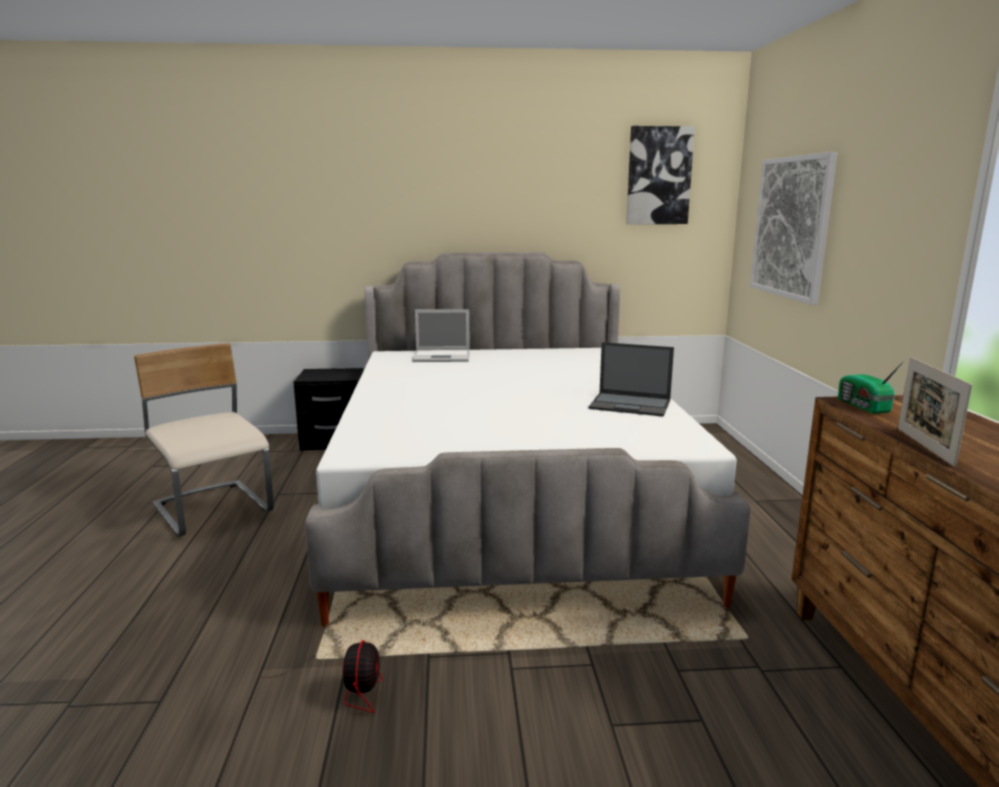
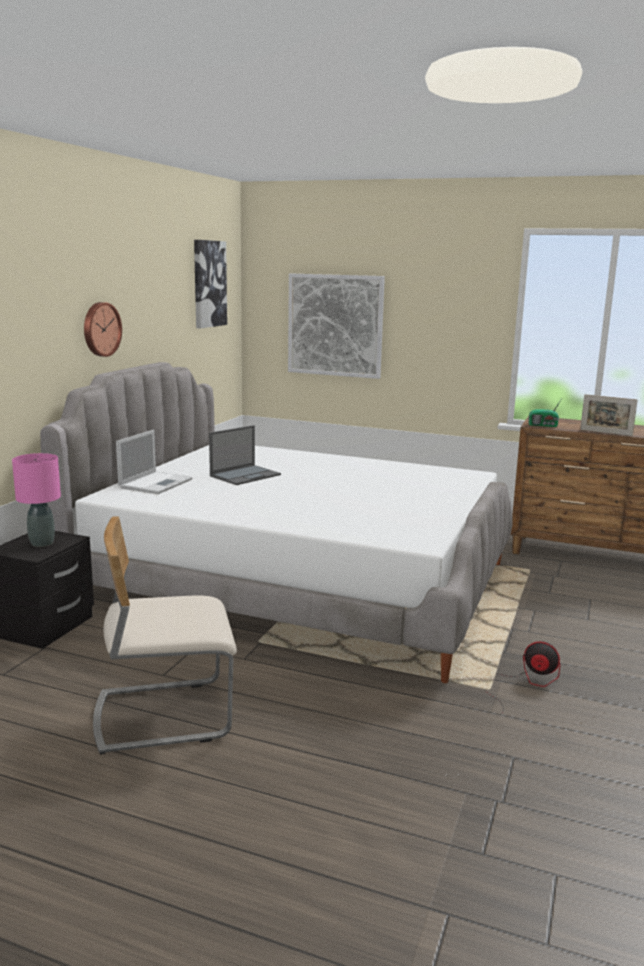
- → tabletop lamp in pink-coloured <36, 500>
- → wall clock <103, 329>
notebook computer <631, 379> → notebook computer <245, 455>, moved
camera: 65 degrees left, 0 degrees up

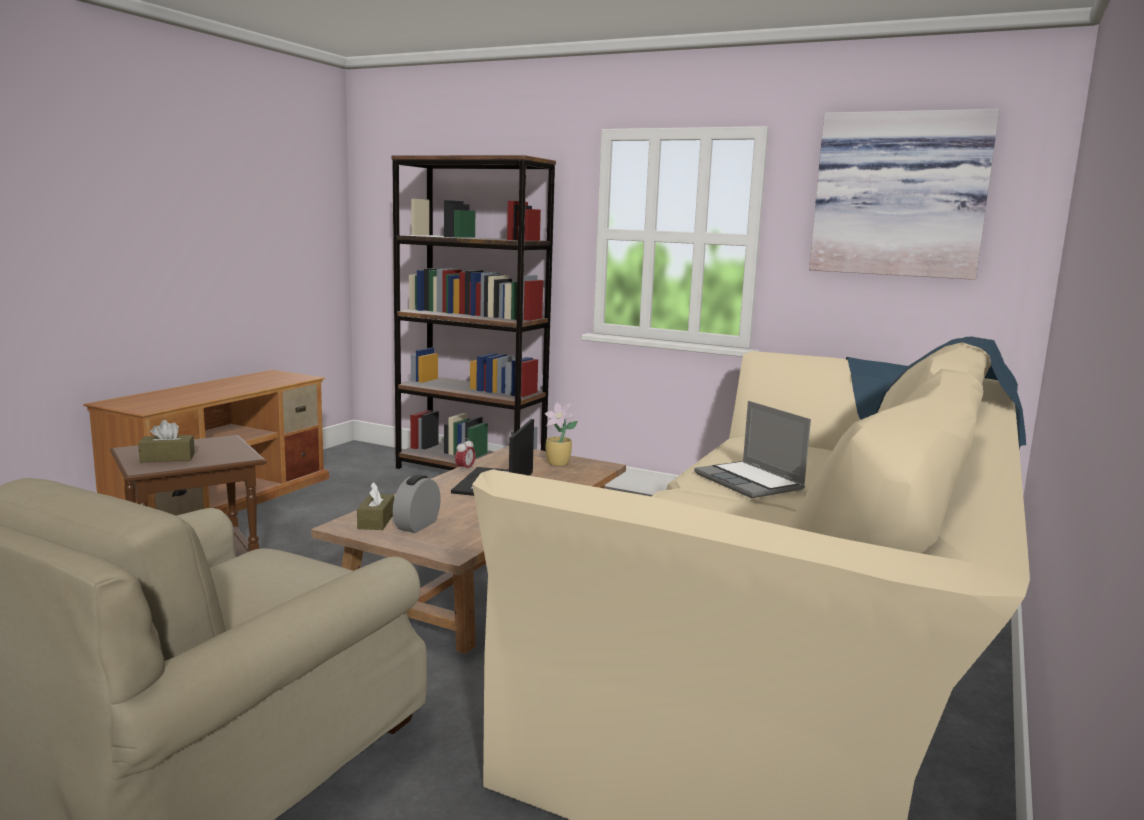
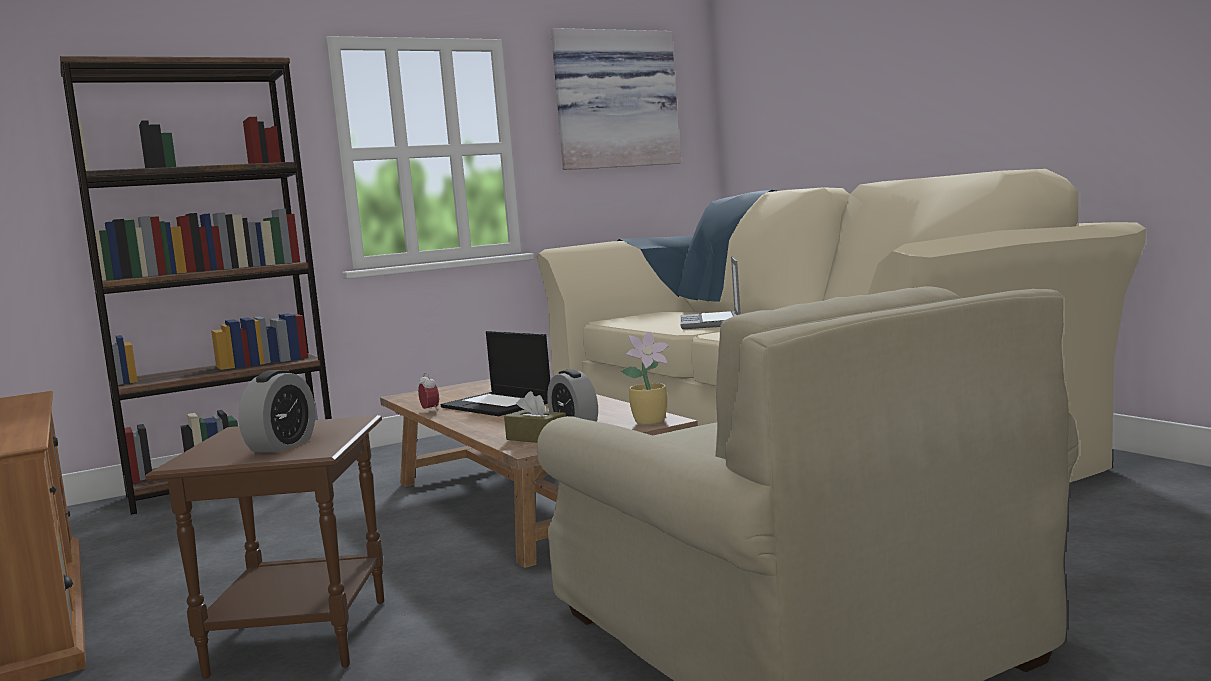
houseplant <561, 434> → houseplant <645, 378>, moved
tissue box in brown-coloured <166, 441> → alarm clock <276, 411>
notebook computer <752, 449> → notebook computer <710, 293>, 90 degrees clockwise
camera: 55 degrees left, 5 degrees down

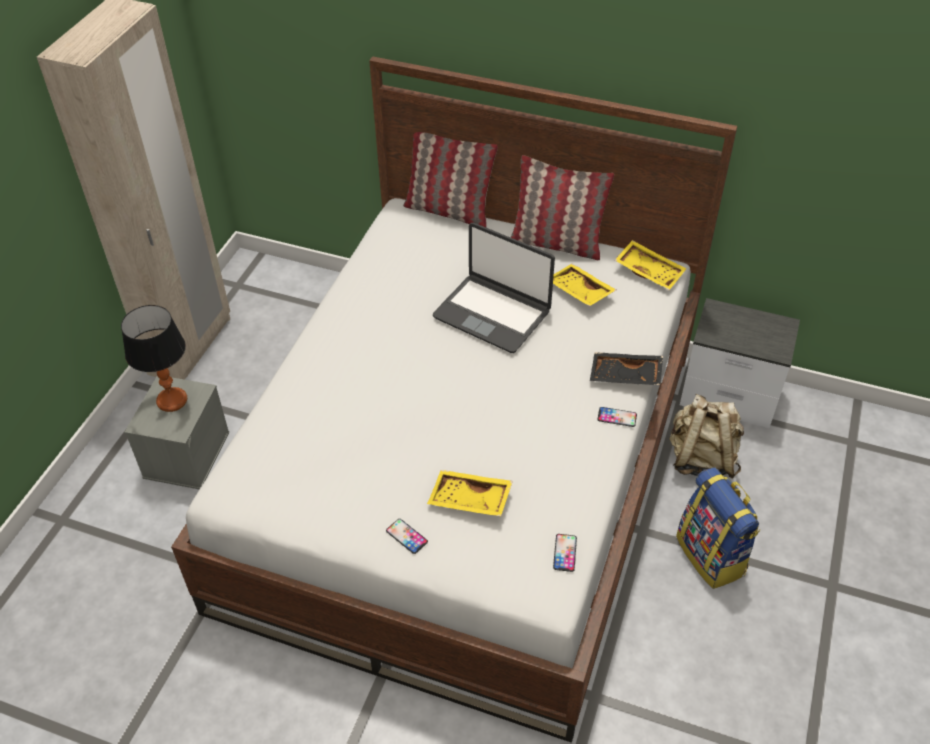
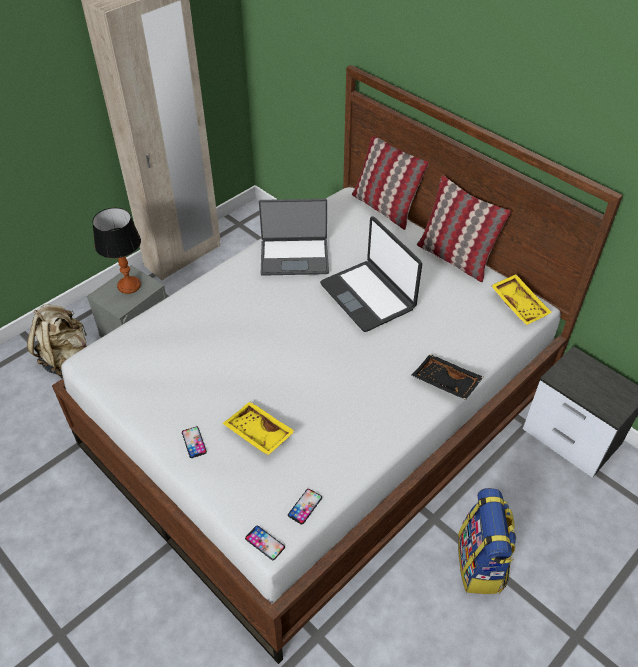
tray in yellow-coloured <584, 285> → -
- → notebook computer <294, 237>
phone <617, 417> → phone <265, 543>, moved
rucksack in beige <706, 436> → rucksack in beige <57, 341>, moved
camera: 25 degrees right, 0 degrees up

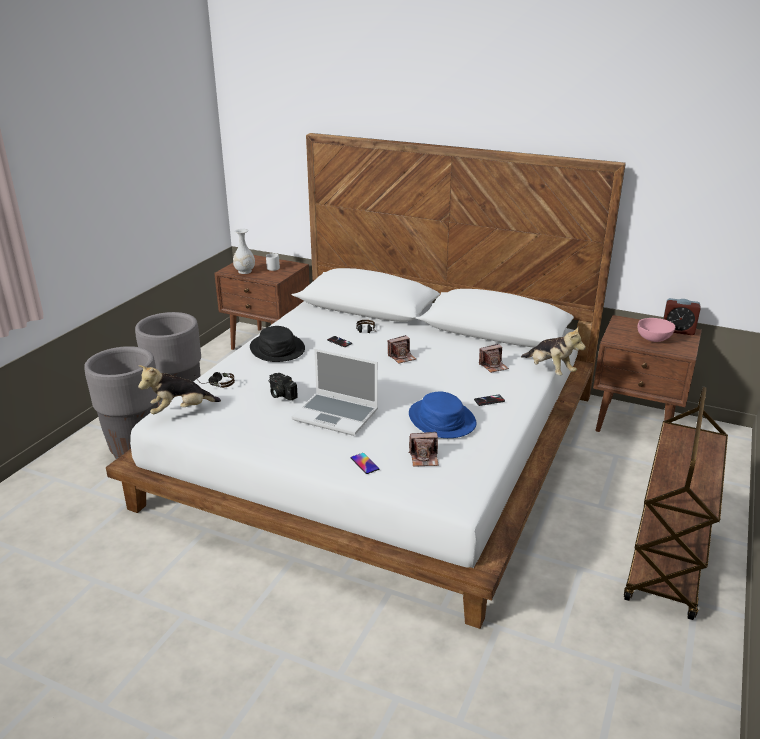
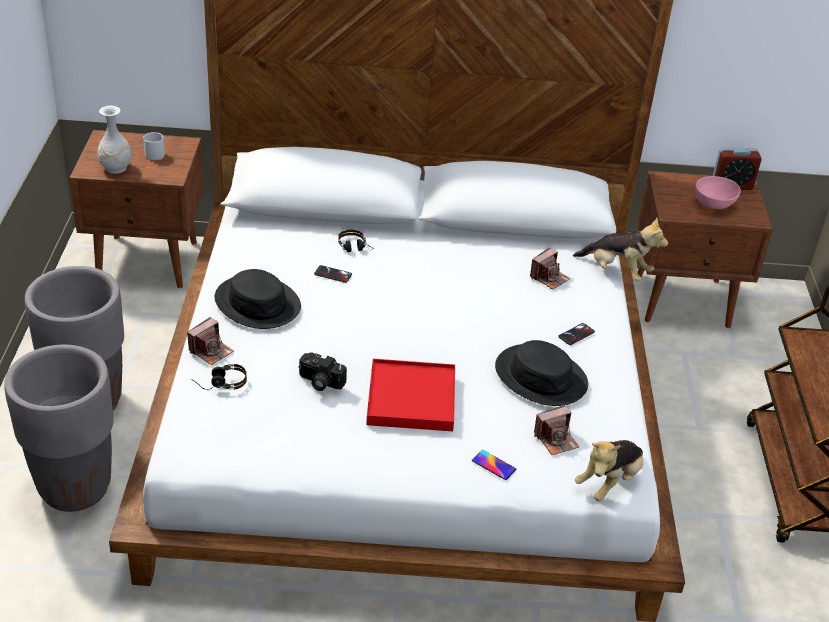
soft toy <179, 389> → soft toy <609, 471>, moved
still camera <402, 349> → still camera <210, 341>, moved
notebook computer <335, 392> → tray in red <410, 395>
hat in blue-coloured <442, 414> → hat in black <541, 373>
camera: 25 degrees left, 10 degrees up

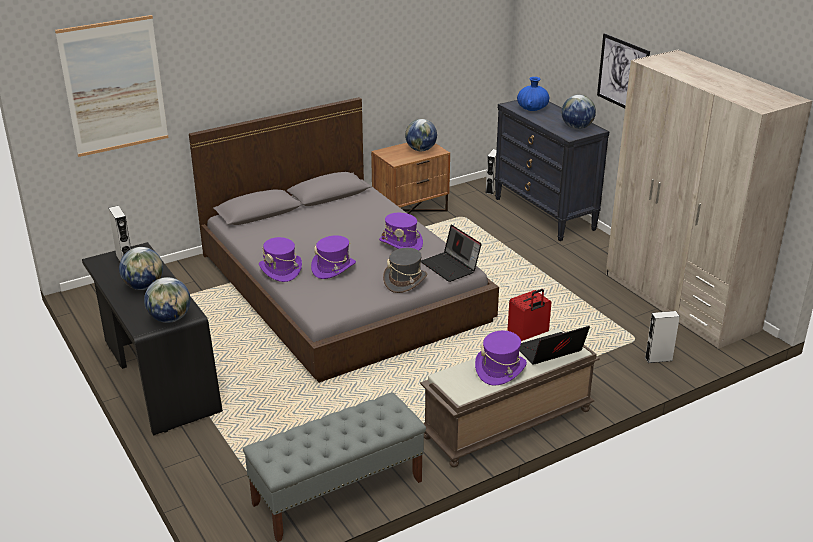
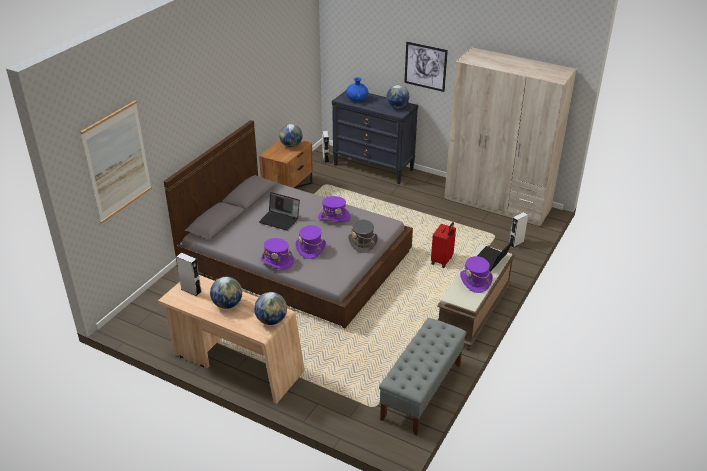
notebook computer <451, 253> → notebook computer <279, 211>, moved
desk table in black <152, 338> → desk table in beige <231, 339>
camera: 30 degrees left, 5 degrees up

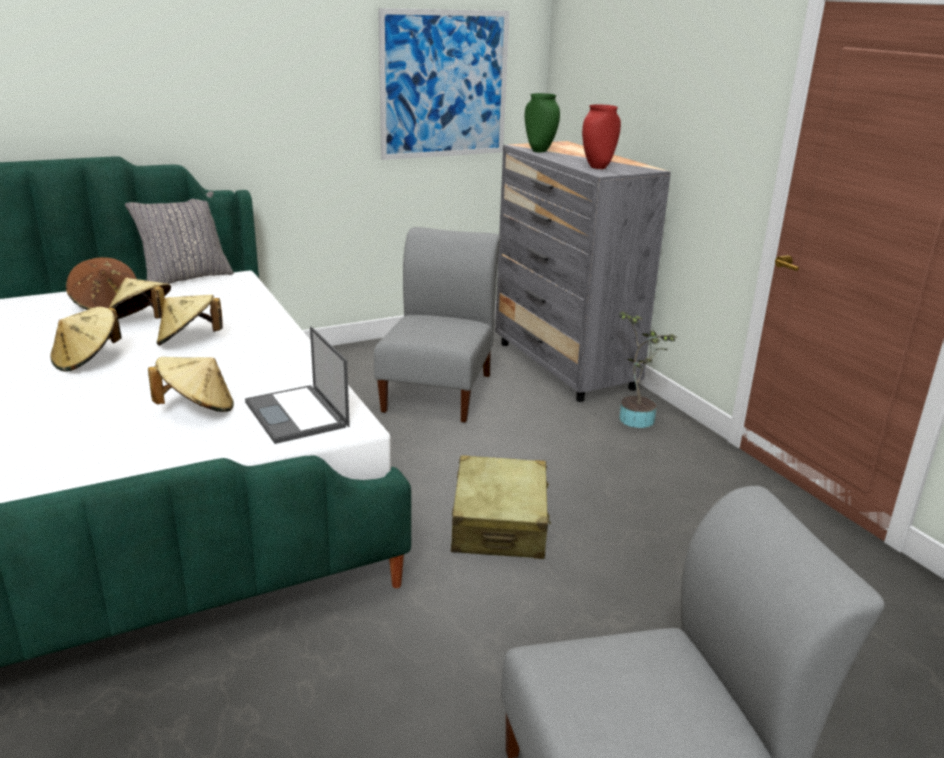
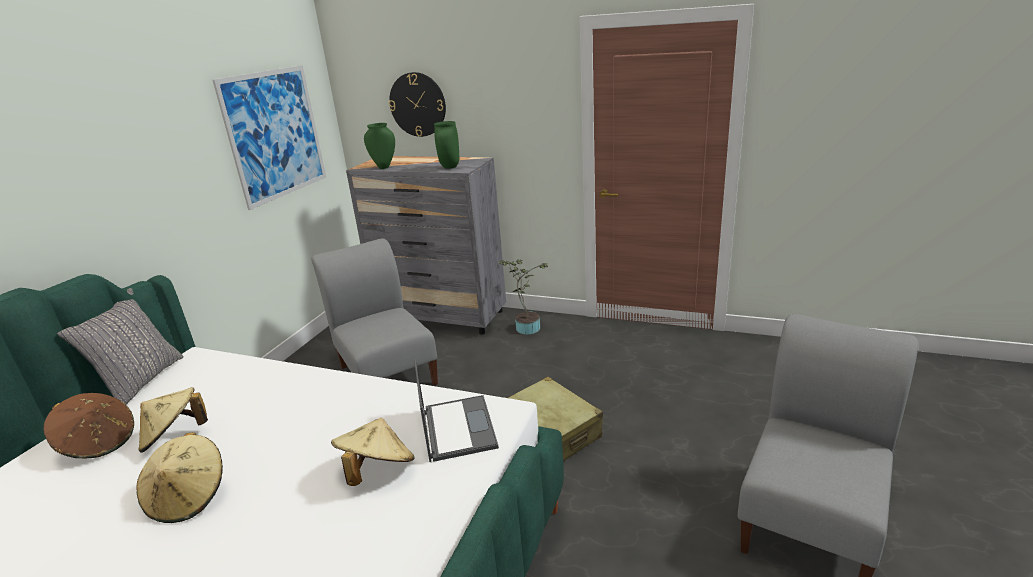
hat in beige <189, 320> → -
- → wall clock <417, 104>
decorative vase in red <601, 137> → decorative vase in green-coloured <446, 145>
notebook computer <297, 385> → notebook computer <456, 411>, 120 degrees counterclockwise
camera: 40 degrees left, 0 degrees up

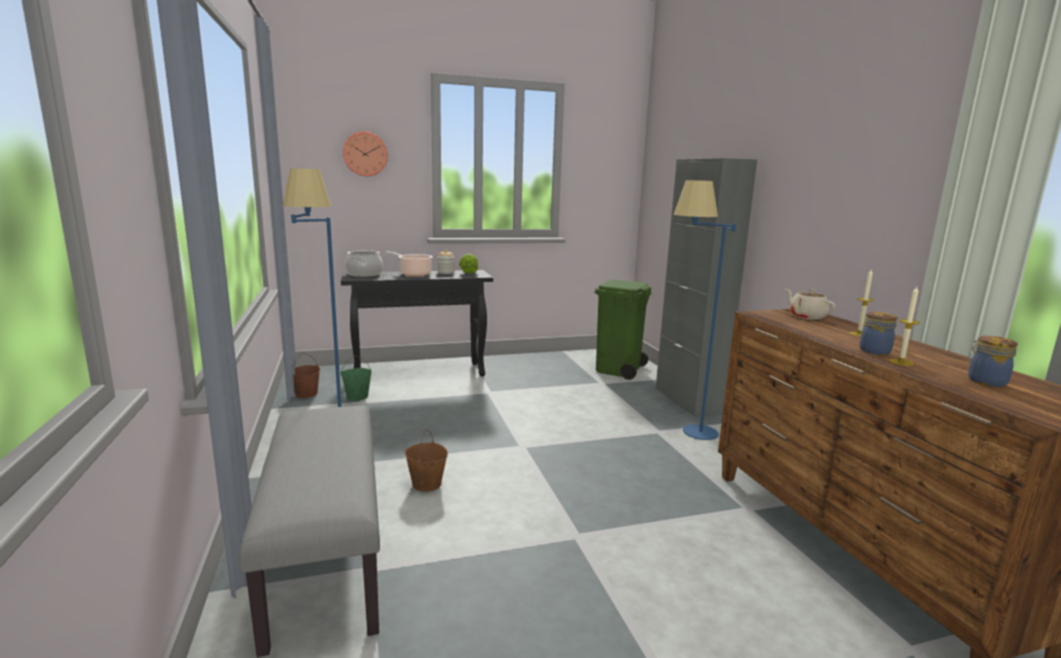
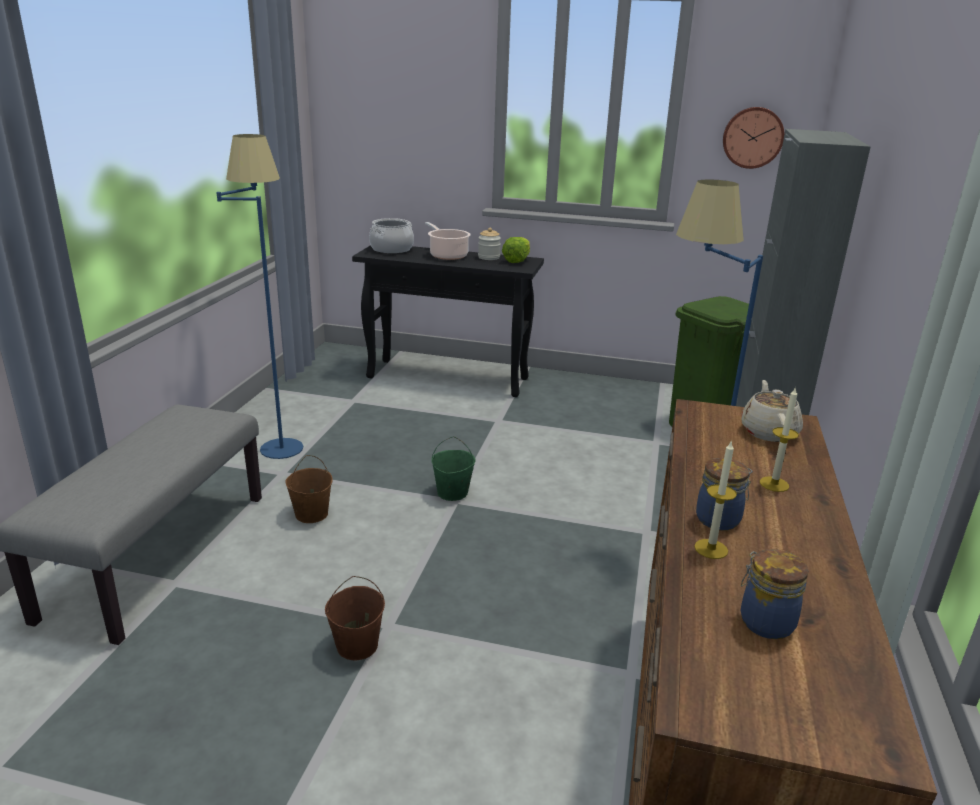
bucket in brown-coloured <306, 375> → bucket in brown-coloured <355, 618>, moved
bucket in green-coloured <356, 378> → bucket in green-coloured <453, 468>, moved
wall clock <365, 153> → wall clock <753, 138>, moved
camera: 30 degrees right, 10 degrees up

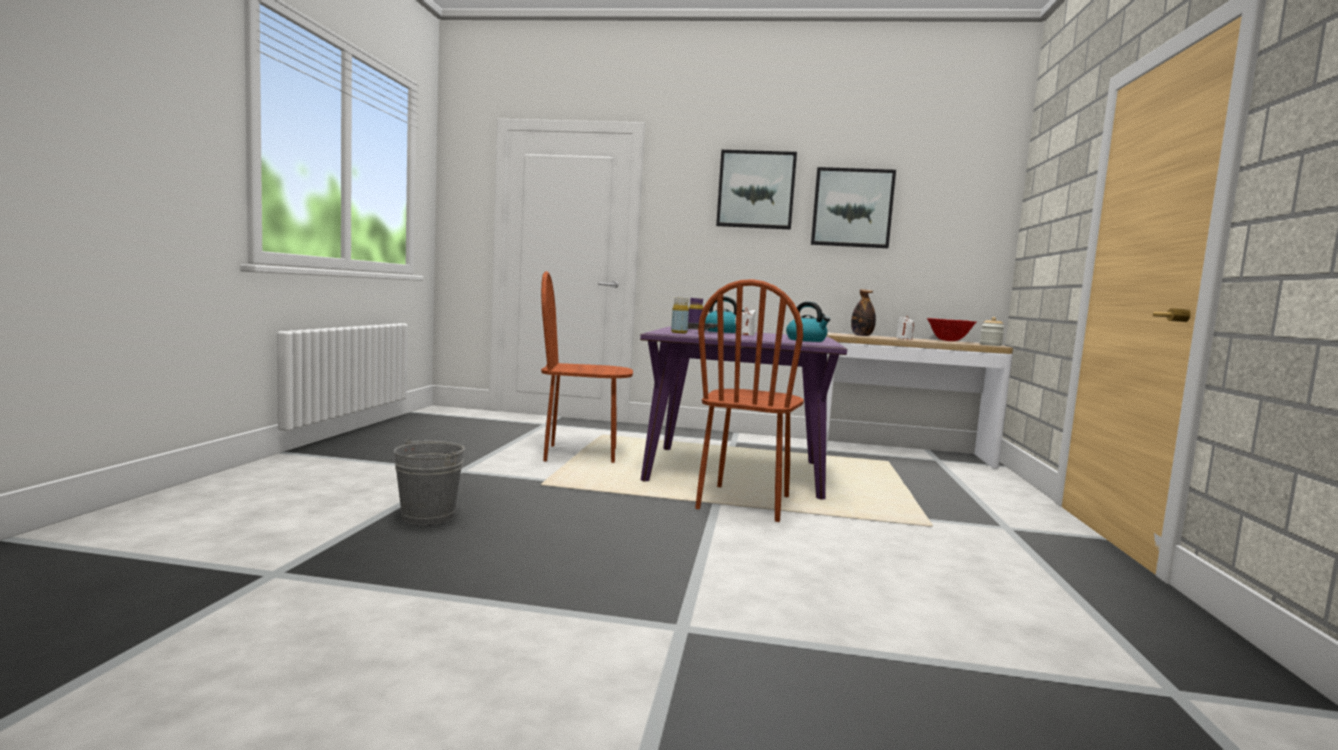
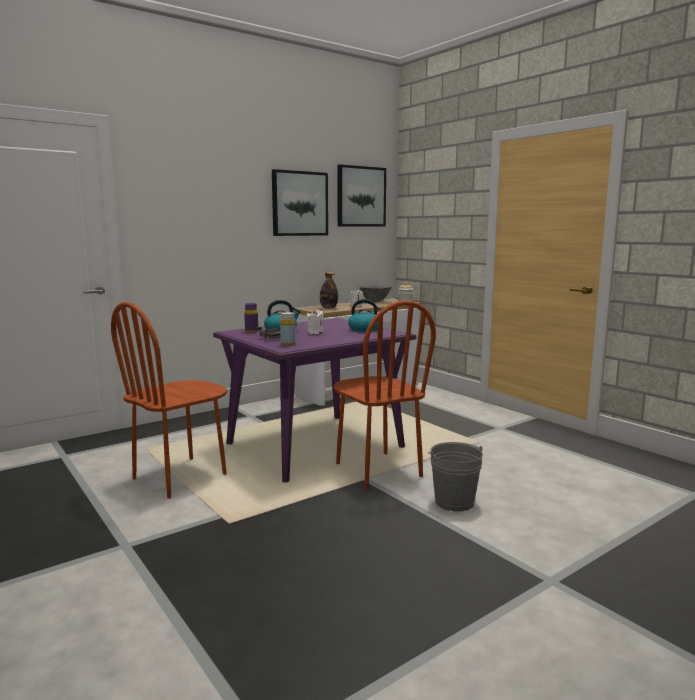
bucket in greyish <429, 482> → bucket in greyish <455, 477>, moved
picture <756, 190> → picture <361, 195>, moved
deep dish in red <951, 329> → deep dish in greyish <375, 293>
camera: 45 degrees left, 5 degrees up

